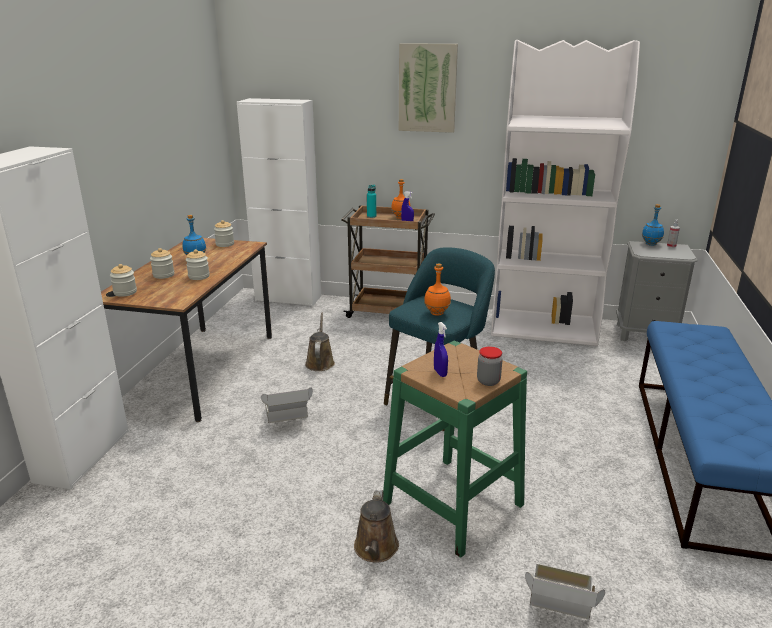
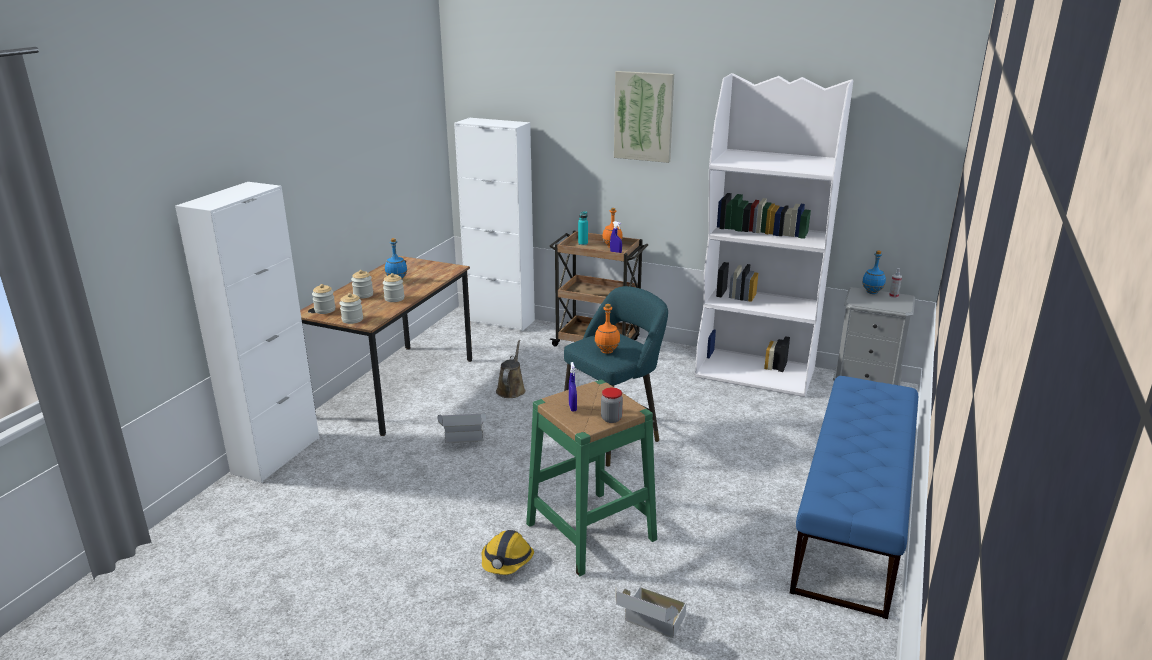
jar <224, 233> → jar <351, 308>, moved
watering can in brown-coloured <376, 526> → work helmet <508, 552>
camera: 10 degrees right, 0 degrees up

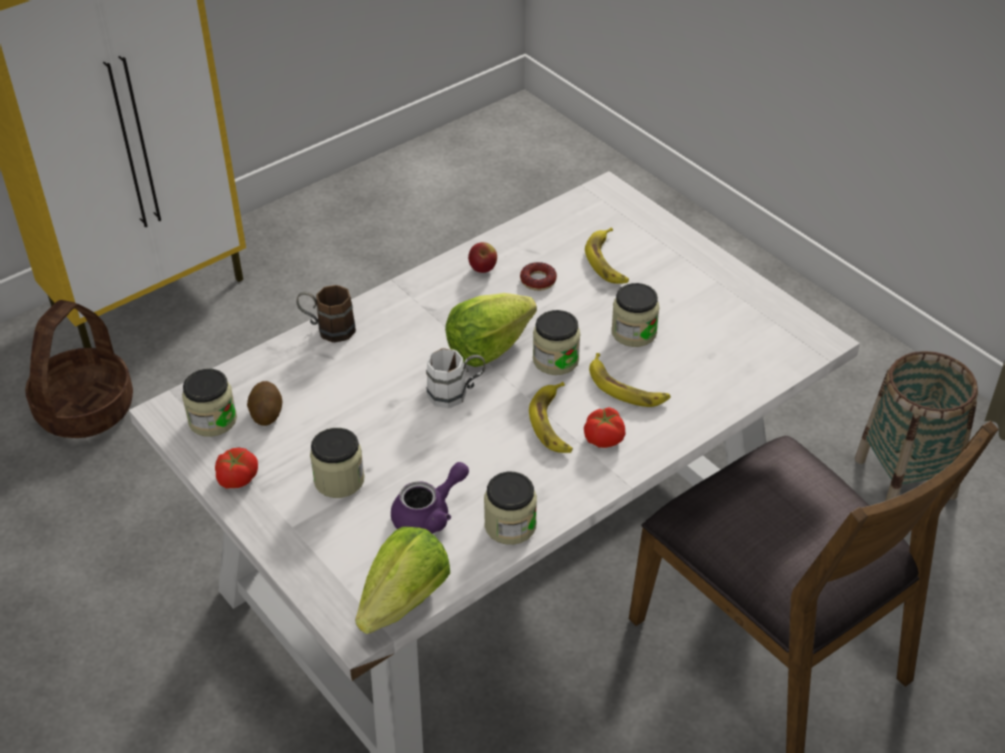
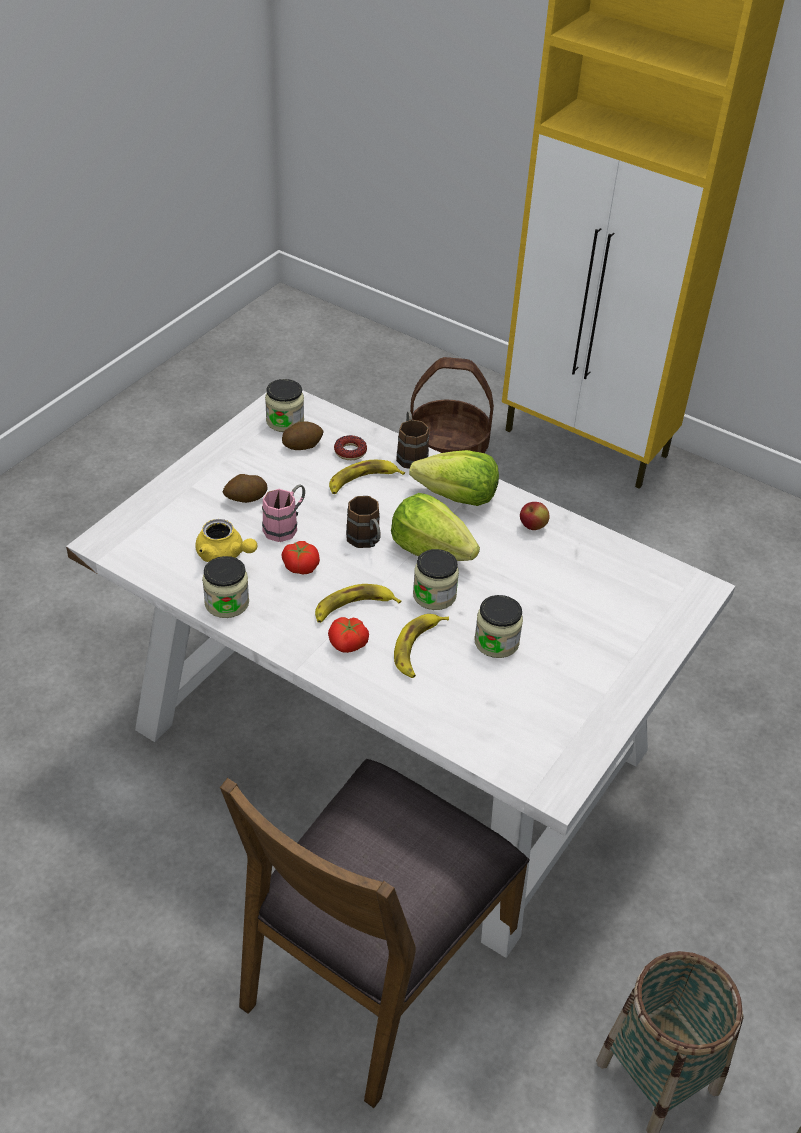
- → tea mug in pink-coloured <283, 513>
whole tomato <236, 468> → whole tomato <300, 557>, moved
lettuce <402, 580> → lettuce <454, 478>, moved
ring doughnut <538, 276> → ring doughnut <350, 447>, moved
banana <607, 256> → banana <367, 477>, moved
jar <337, 463> → spud <245, 488>
tea pot in purple <430, 498> → tea pot in yellow-coloured <226, 540>
tea mug in white-coloured <456, 378> → tea mug in brown-coloured <363, 522>
camera: 70 degrees right, 0 degrees up

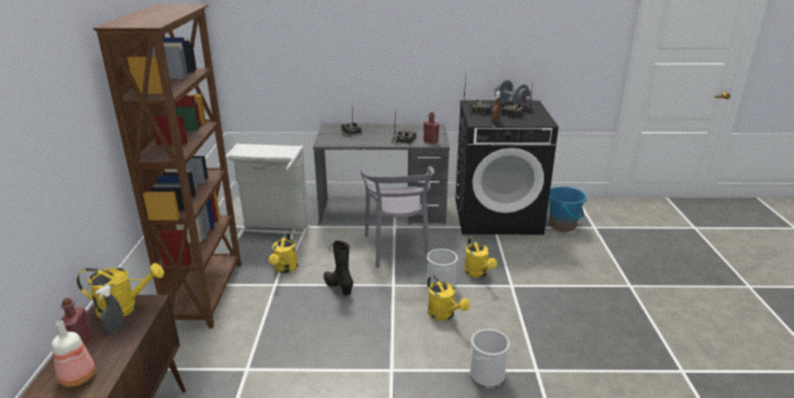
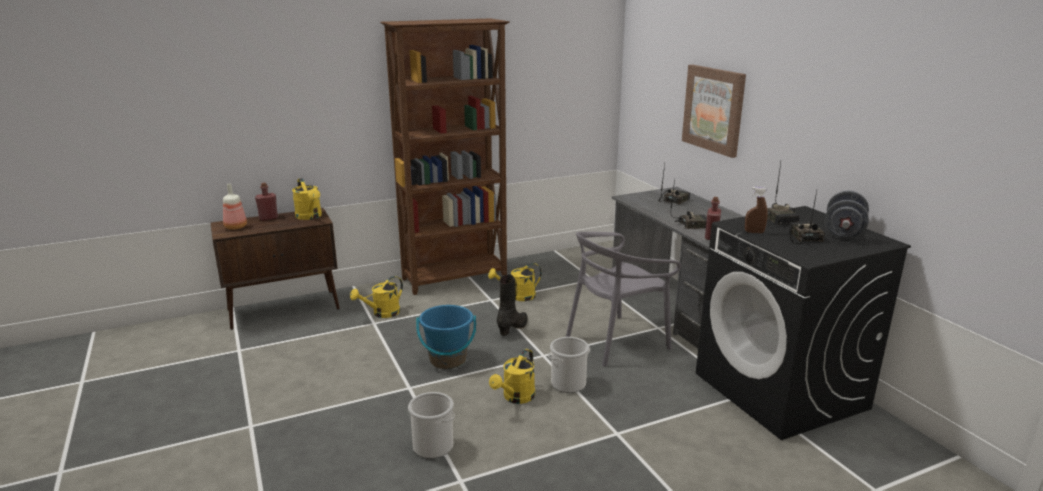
hand sprayer in greyish <110, 310> → -
hamper in greyish <262, 197> → -
- → picture <714, 111>
watering can in yellow-coloured <480, 257> → watering can in yellow-coloured <376, 297>, moved
bucket in blue-coloured <568, 209> → bucket in blue-coloured <446, 337>, moved
camera: 65 degrees right, 5 degrees down

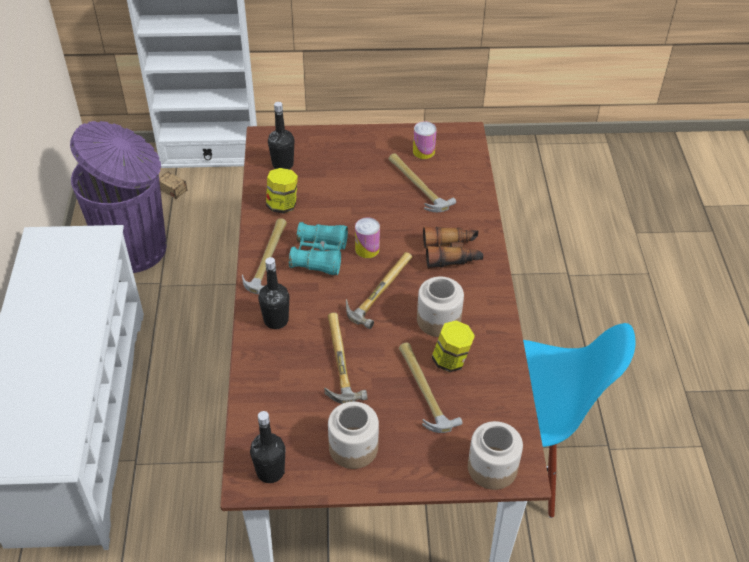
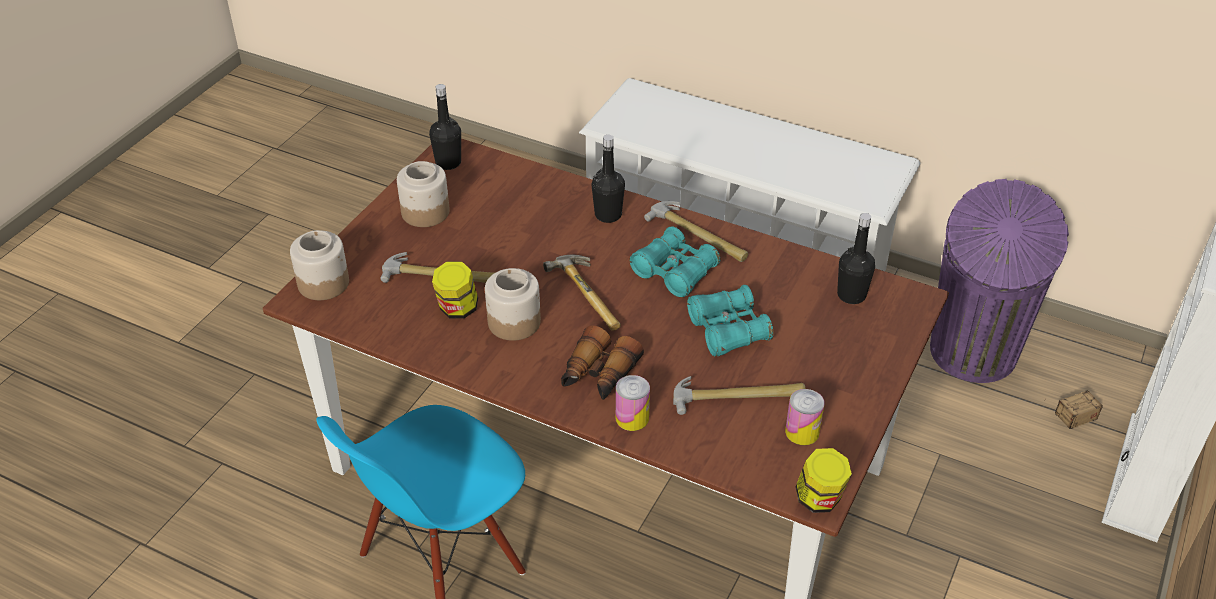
tool hammer <345, 358> → -
- → pair of binoculars in turquoise-coloured <730, 320>
jar <282, 191> → jar <823, 480>, moved
sealed can <367, 238> → sealed can <633, 403>, moved
camera: 120 degrees right, 5 degrees down

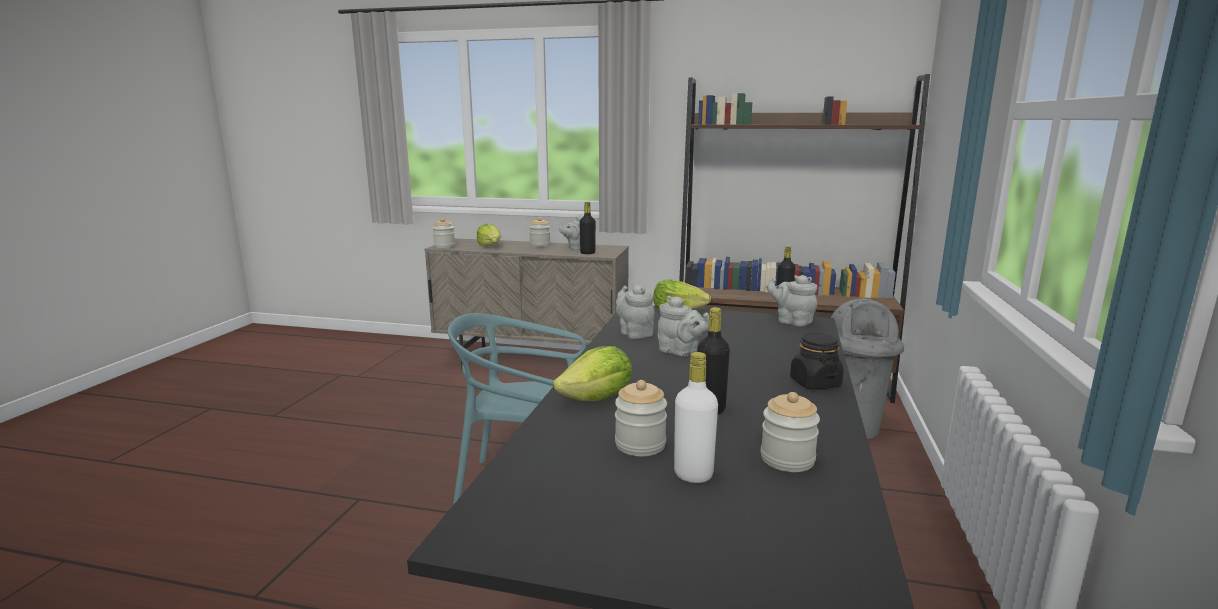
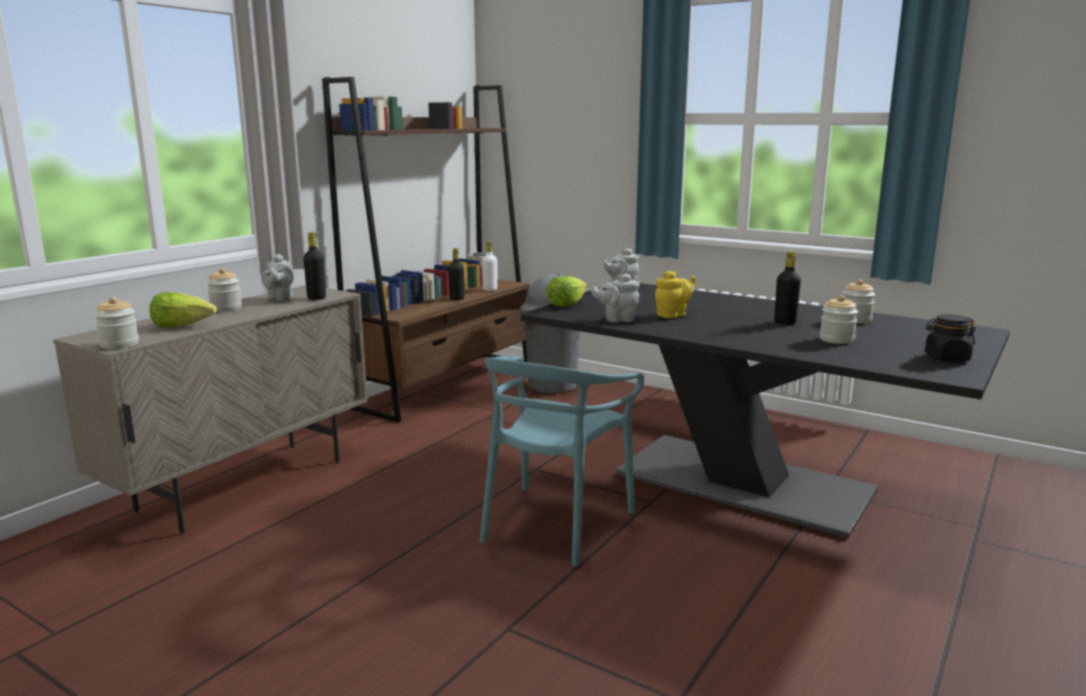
lettuce <593, 373> → -
bottle in white-coloured <696, 417> → bottle in white-coloured <489, 266>, moved
jar in black <817, 361> → jar in black <950, 338>, moved
tea pot in greyish <683, 326> → tea pot in yellow-coloured <675, 294>
camera: 70 degrees left, 0 degrees up

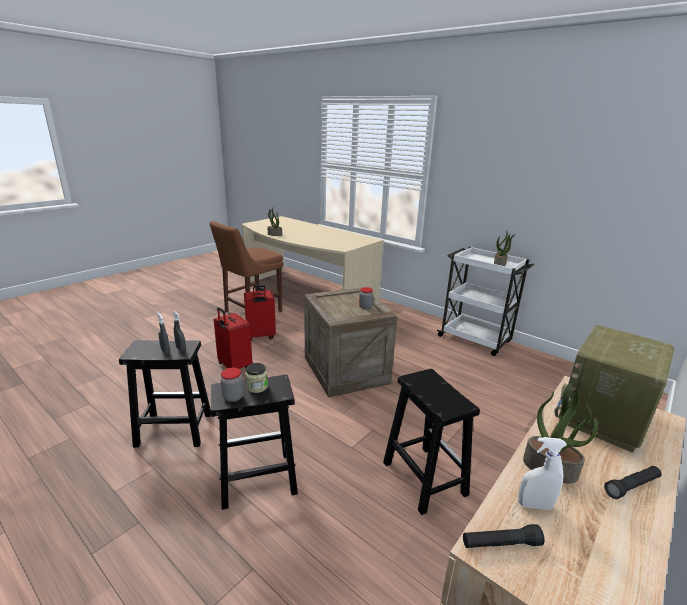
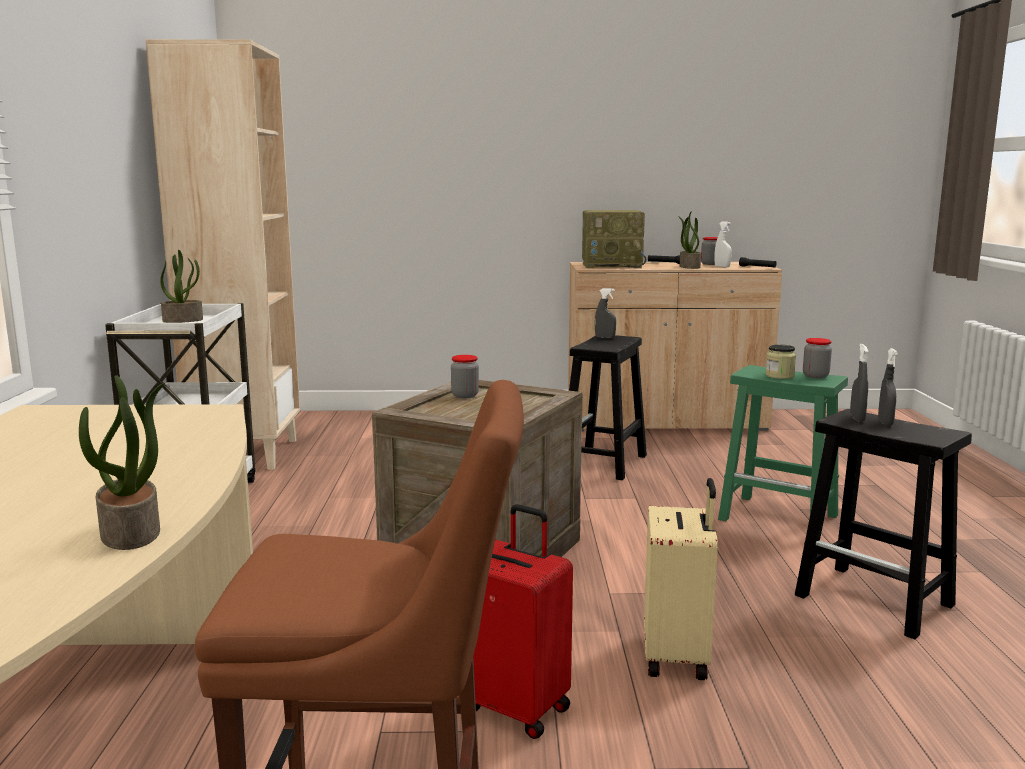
- → bookshelf in beige <223, 254>
- → hand sprayer in greyish <605, 313>
- → jar <709, 251>
stool seat in black <254, 442> → stool seat in green-coloured <783, 443>
travel case in red <233, 338> → travel case in beige <681, 579>
camera: 130 degrees left, 10 degrees down

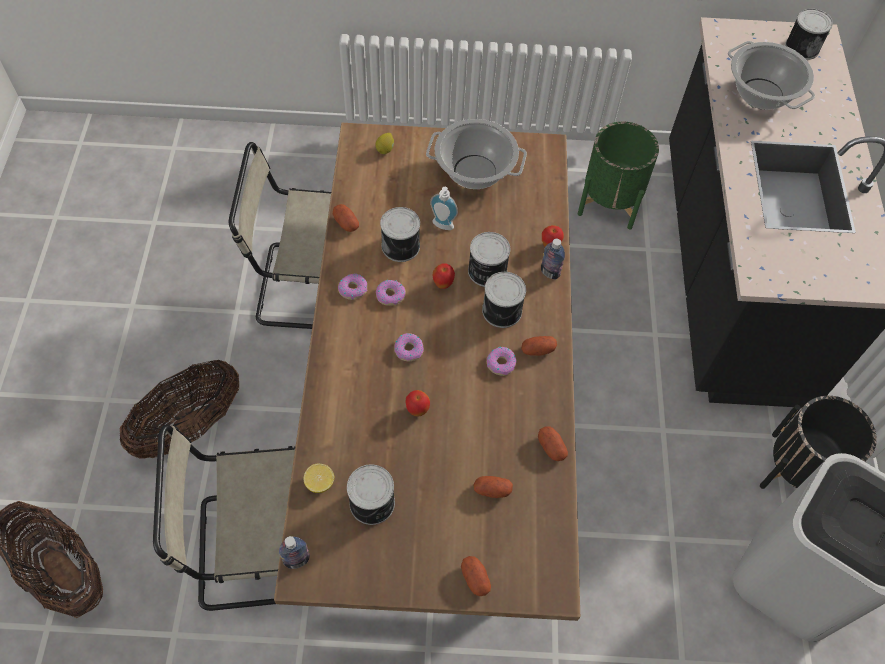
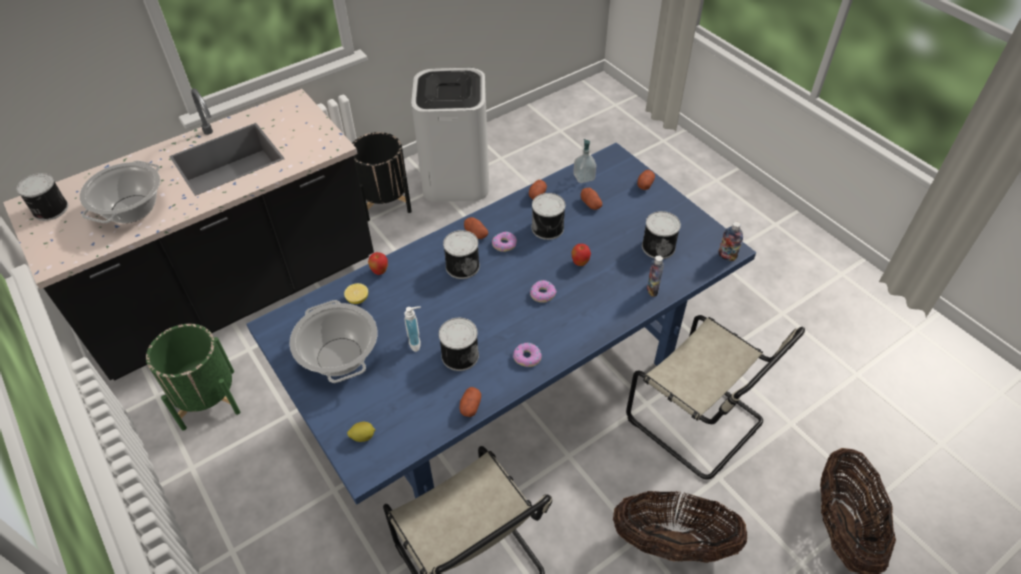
ring doughnut <391, 293> → -
whole apple <444, 276> → -
- → soap dispenser <584, 161>
citrus fruit <318, 478> → citrus fruit <356, 293>, moved
sealed can <489, 259> → sealed can <548, 216>, moved
bottle <553, 259> → bottle <655, 275>, moved
dining table in brown-coloured <427, 372> → dining table in blue-coloured <501, 323>
camera: 125 degrees left, 10 degrees down

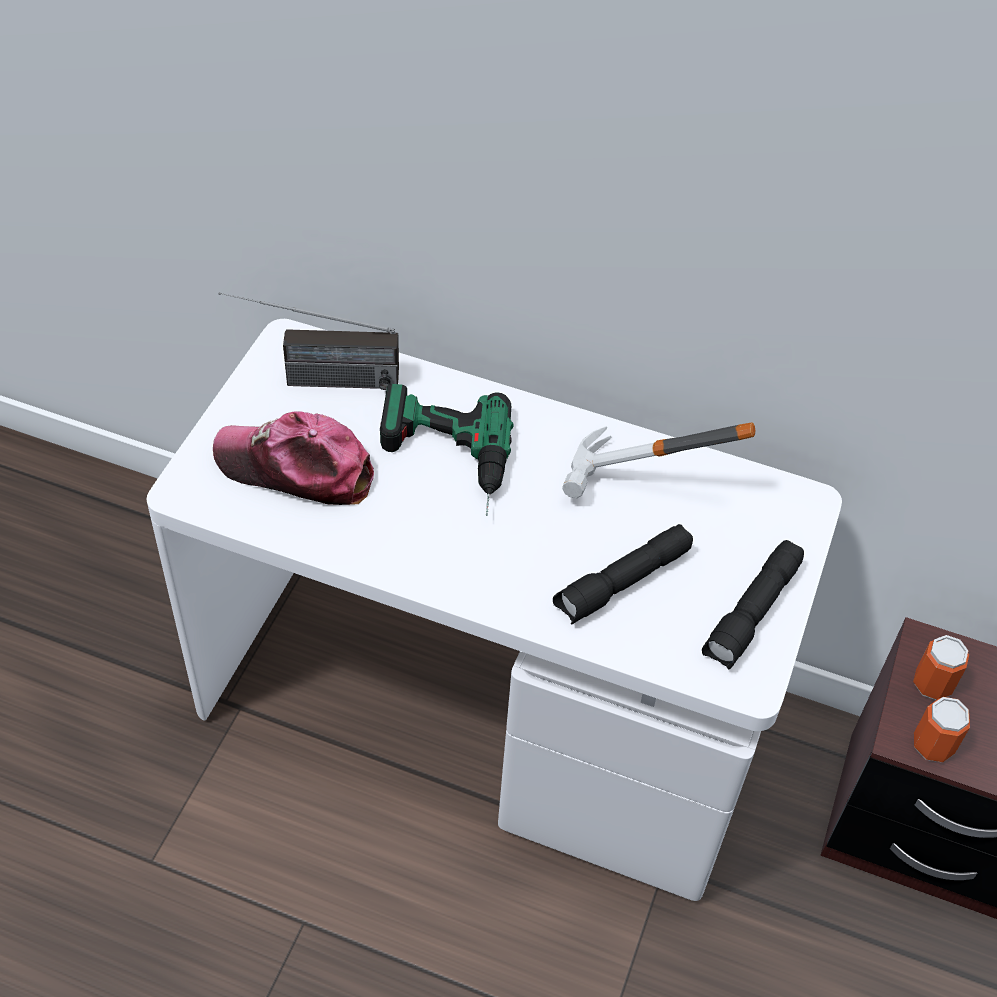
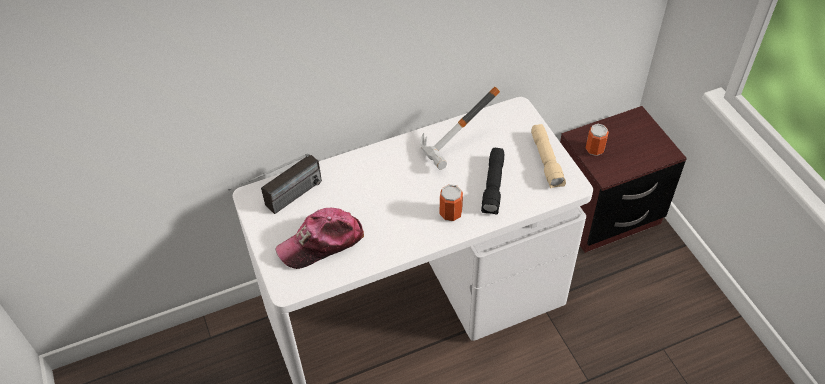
drill <447, 450> → -
sealed can <942, 729> → sealed can <451, 202>, moved
hand torch in black <753, 605> → hand torch in beige <548, 156>
camera: 40 degrees left, 0 degrees up

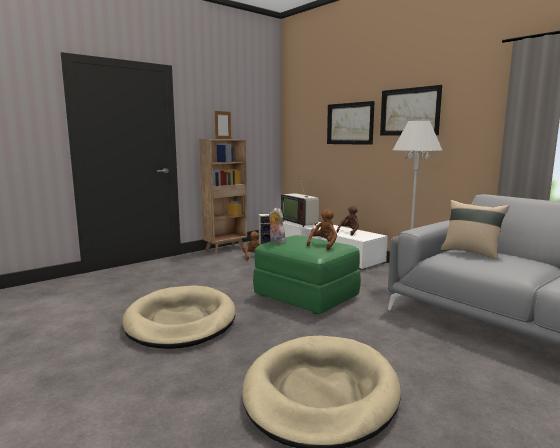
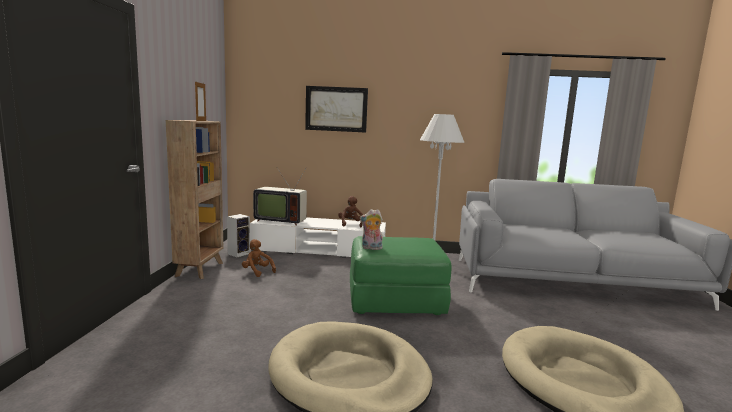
soft toy in brown-coloured <322, 229> → -
picture <411, 110> → -
throw pillow in beige <475, 230> → -
camera: 45 degrees left, 0 degrees up

